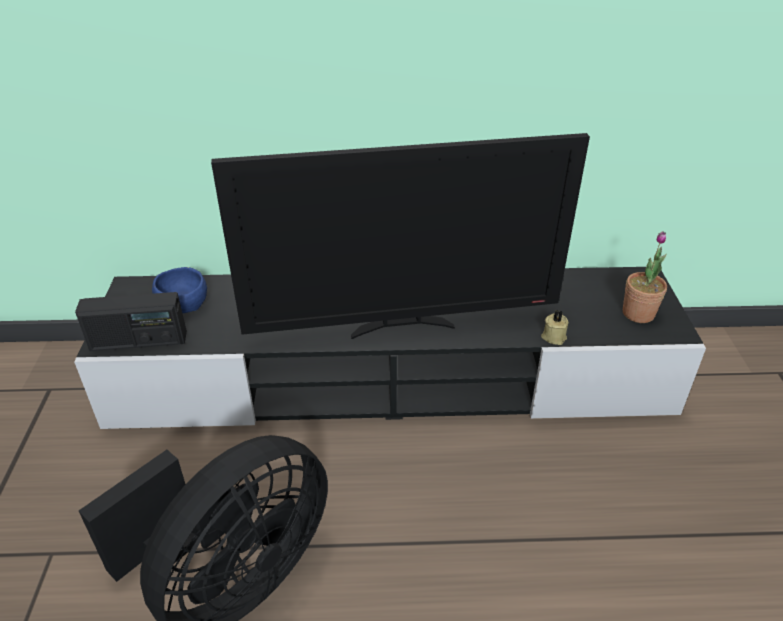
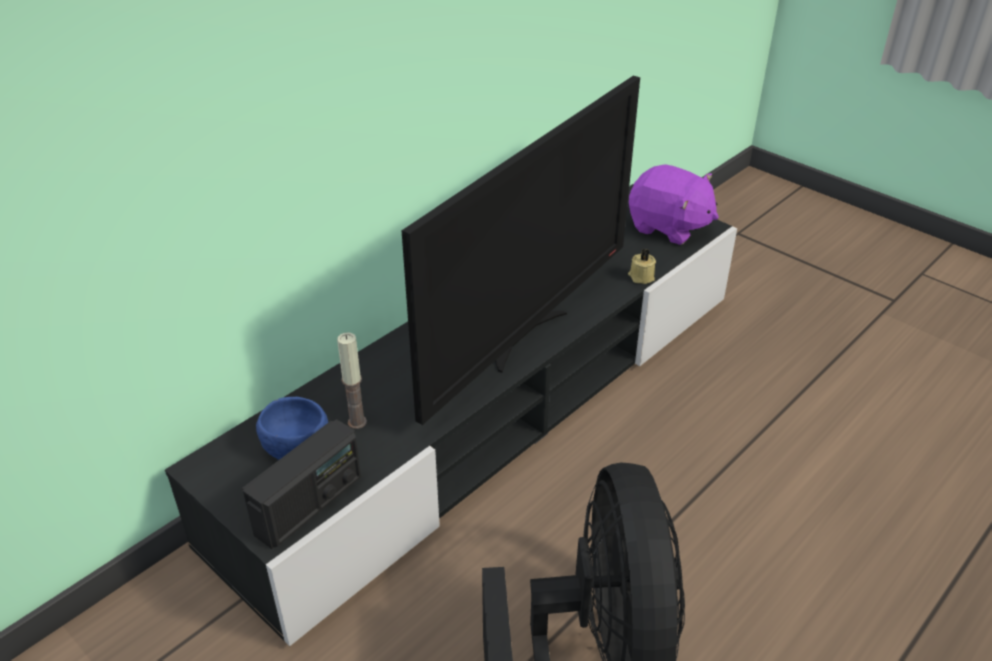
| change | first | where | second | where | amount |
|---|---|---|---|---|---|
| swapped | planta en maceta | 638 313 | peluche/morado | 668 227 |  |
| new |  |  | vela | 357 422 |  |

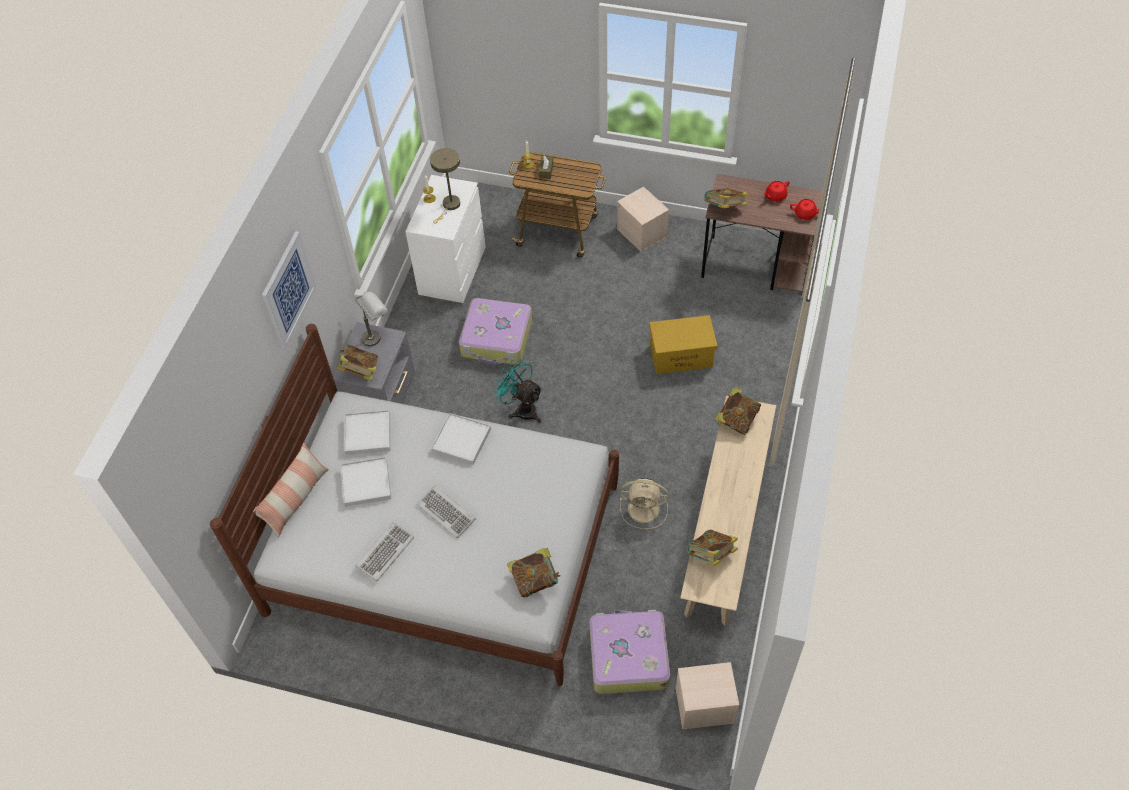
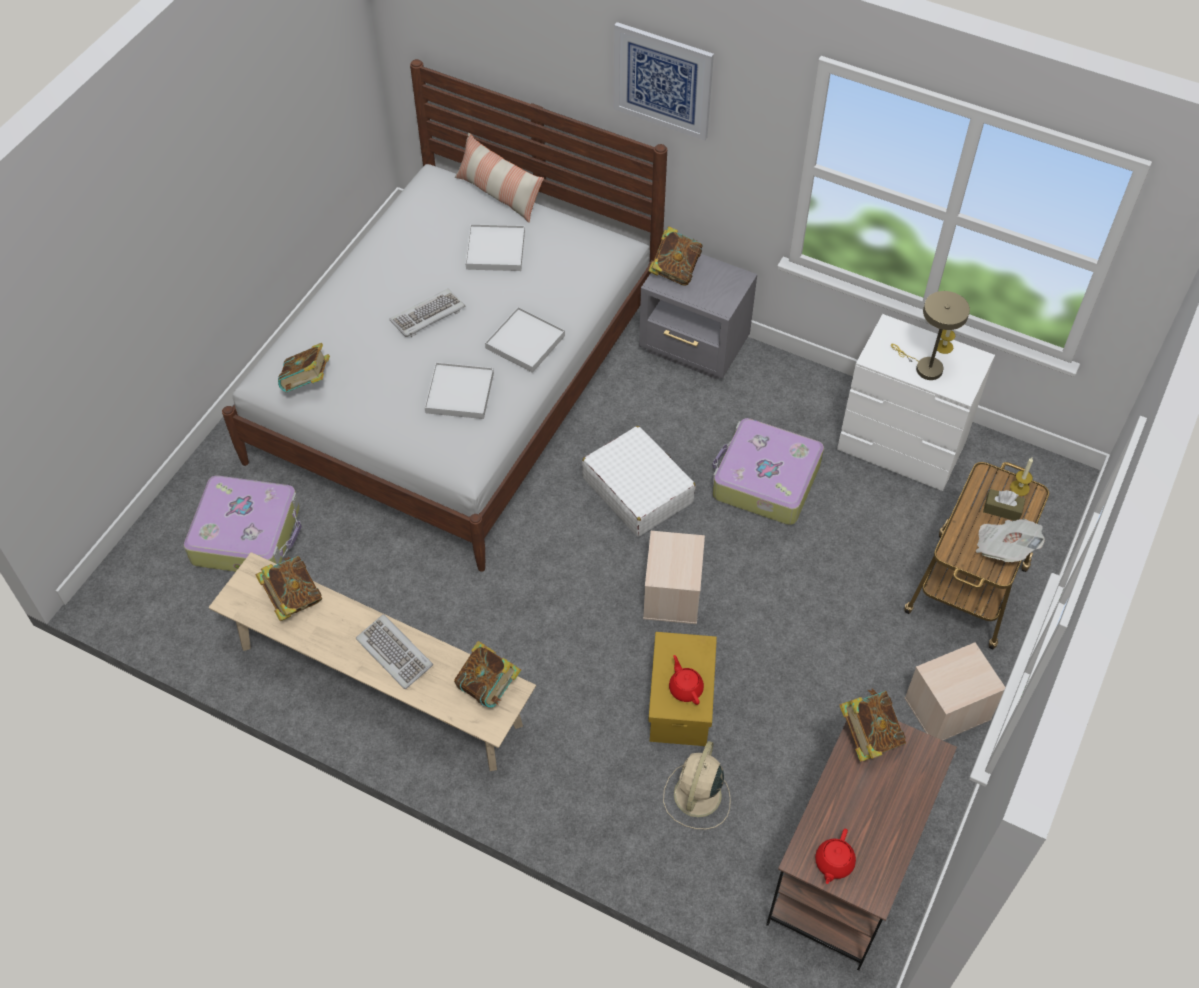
| change | first | where | second | where | amount |
|---|---|---|---|---|---|
| shifted | tetera/rojo | 775 196 |  | 685 688 |  |
| gone | lámpara de mesa/gris | 376 335 |  |  |  |
| swapped | ventilador/turquesa | 522 409 | maleta/blanco | 637 490 |  |
| shifted | bandeja/blanco | 367 434 |  | 459 393 |  |
| shifted | ventilador/beis | 645 509 |  | 696 797 |  |
| shifted | teclado | 384 552 |  | 395 653 |  |
| shifted | caja de almacenaje/beis | 704 706 |  | 671 593 |  |
| new |  |  | periódico | 1004 548 |  |

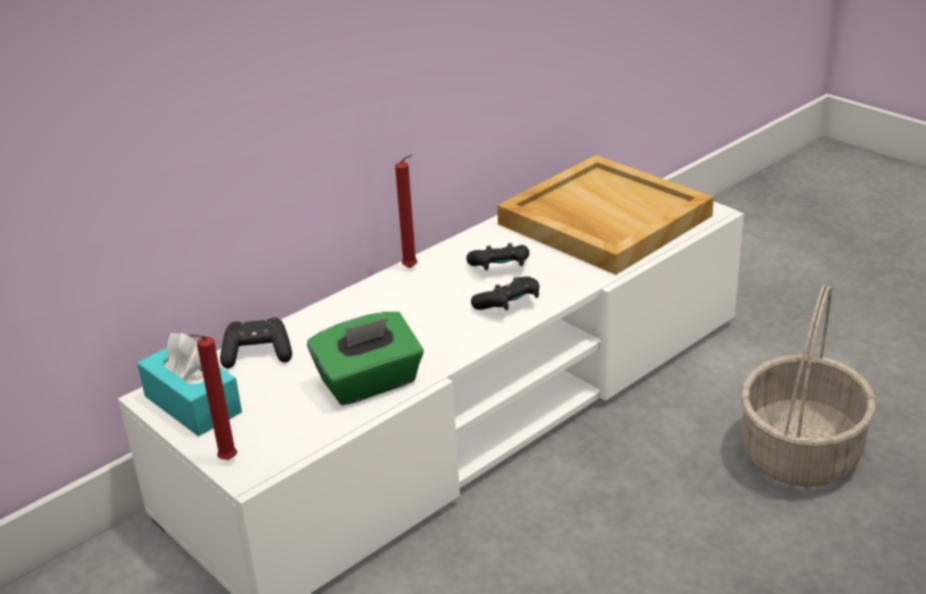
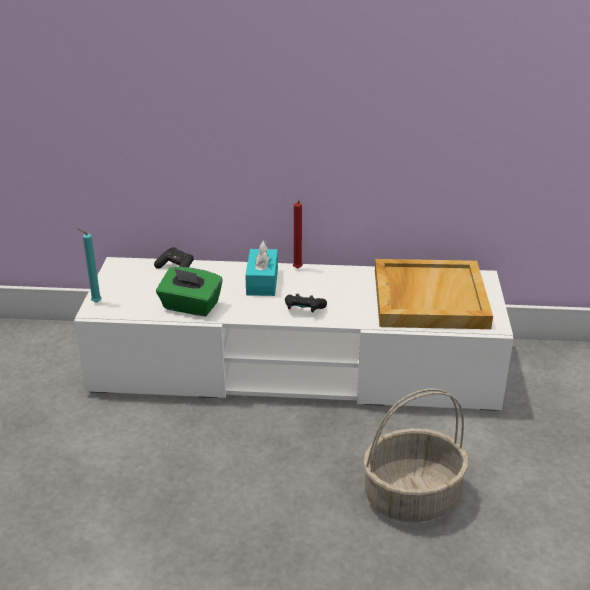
| change | first | where | second | where | amount |
|---|---|---|---|---|---|
| gone | mando de consola/negro | 500 268 |  |  |  |
| shifted | caja de pañuelos/turquesa | 193 404 |  | 262 282 |  |
| repainted | vela/rojo | 225 461 | vela/turquesa | 94 302 |  |

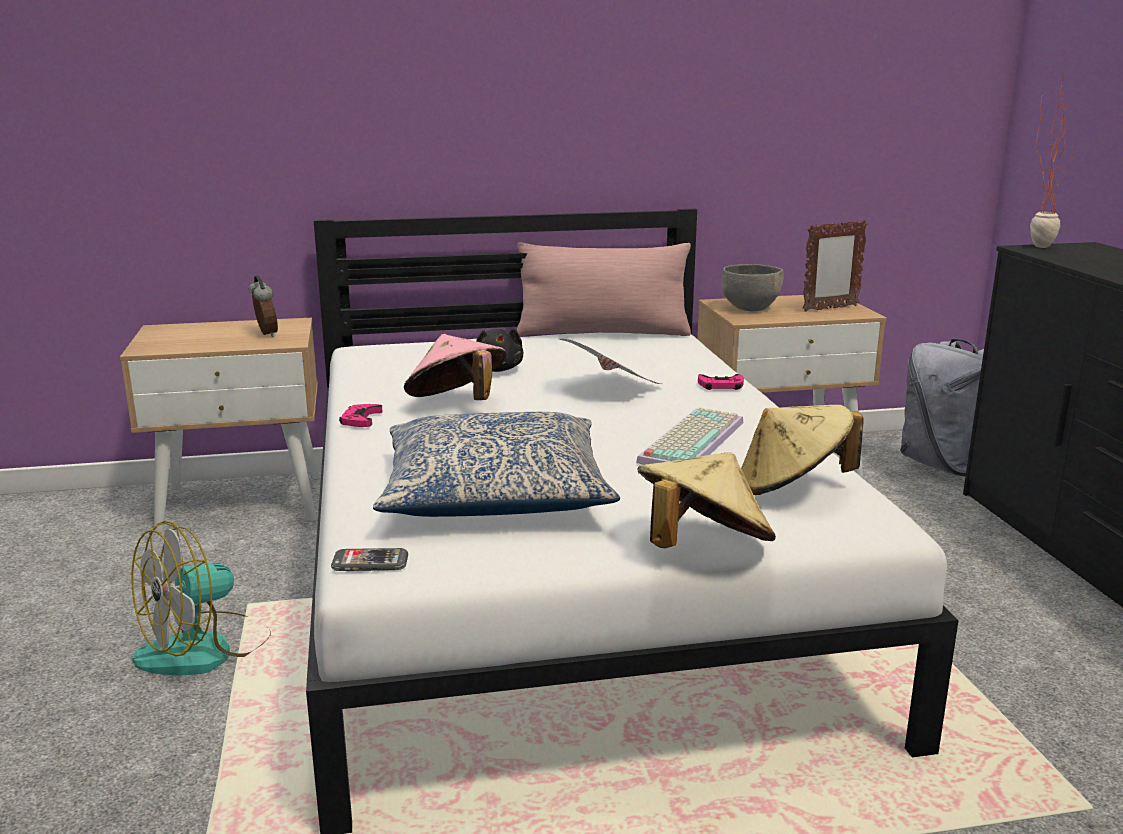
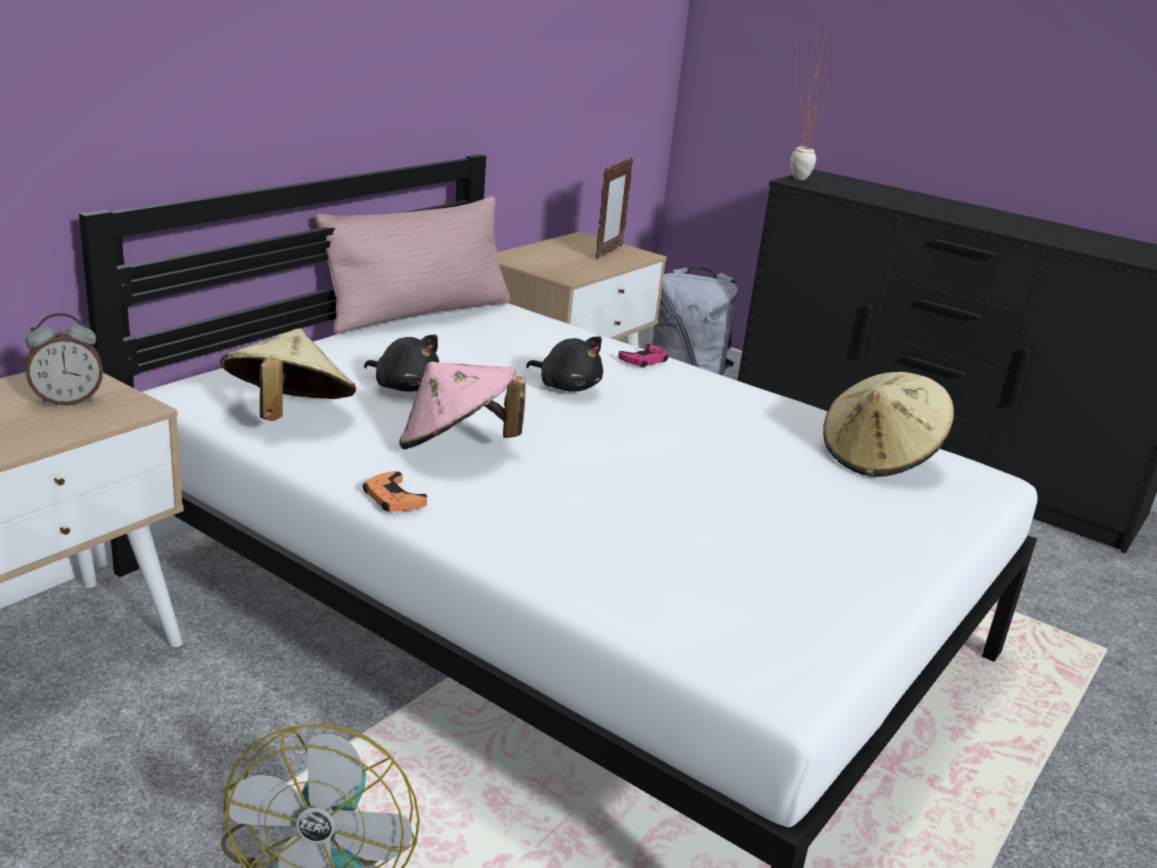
| change | first | where | second | where | amount |
|---|---|---|---|---|---|
| gone | cuenco/gris | 750 308 |  |  |  |
| rotated | despertador | 265 334 |  | 68 401 | 135 degrees clockwise |
| swapped | periódico | 611 388 | peluche/negro | 567 386 |  |
| repainted | mando de consola/rosa | 360 420 | mando de consola/naranja | 393 498 |  |
| gone | teclado | 690 440 |  |  |  |
| gone | cojín | 494 493 |  |  |  |
| shifted | sombrero/beis | 701 547 |  | 288 416 |  |
| gone | móvil | 370 562 |  |  |  |

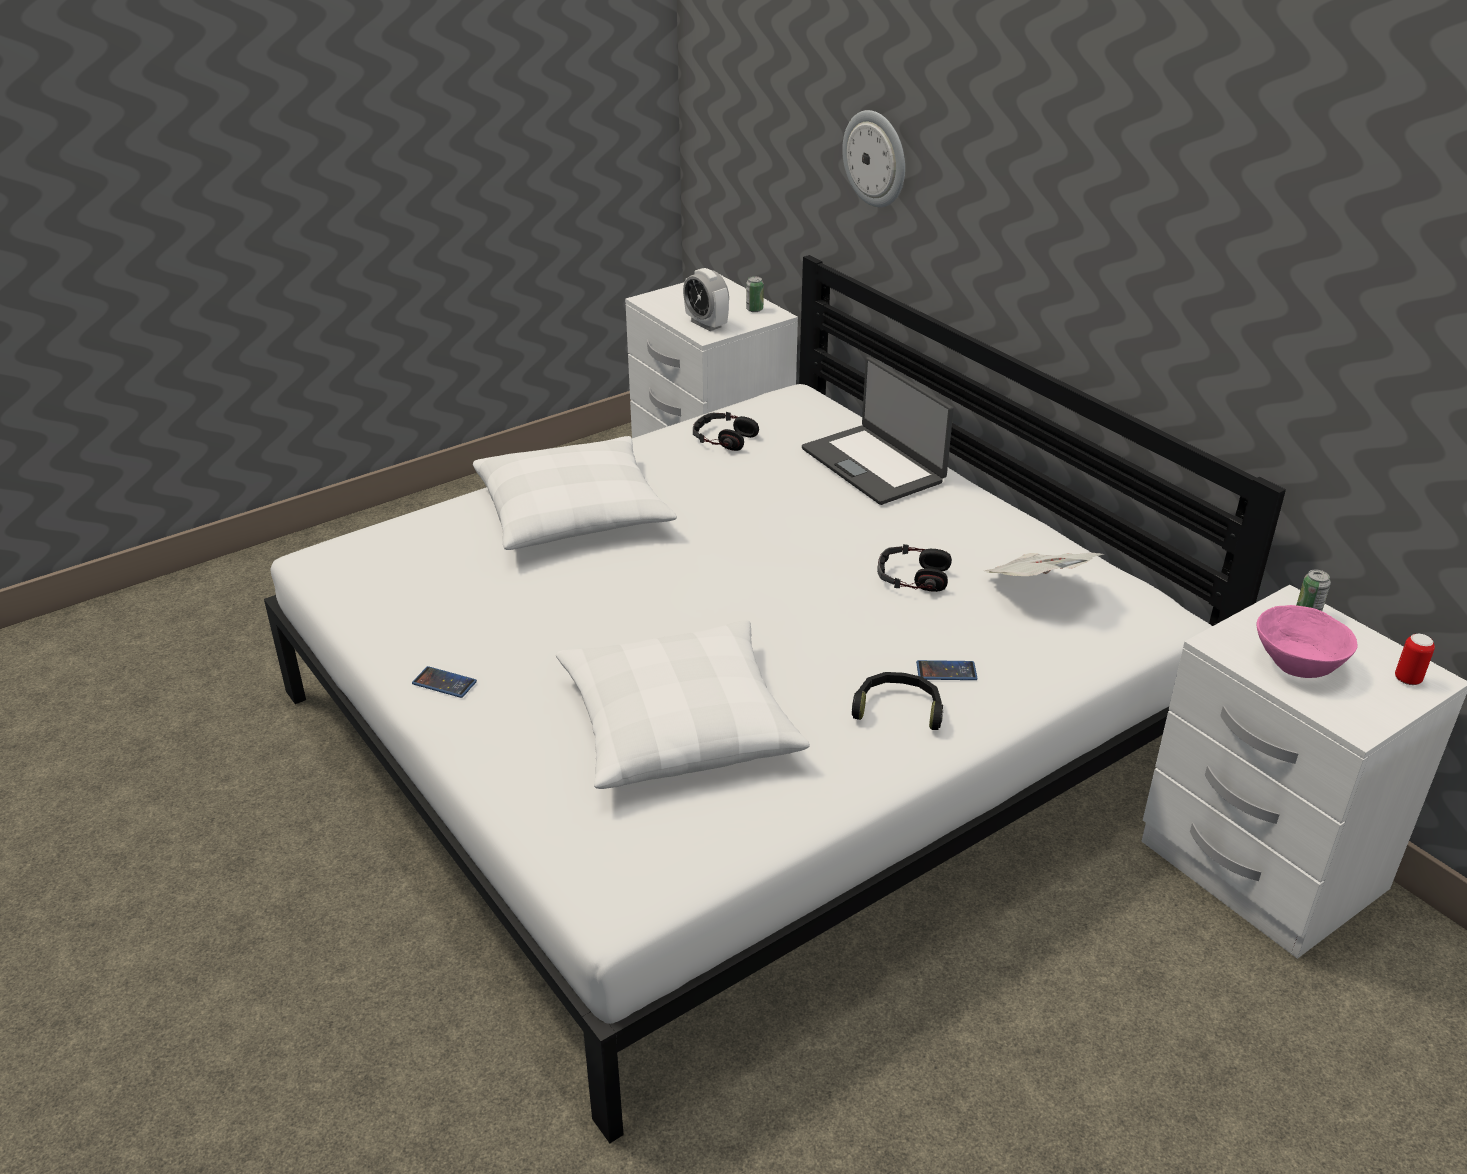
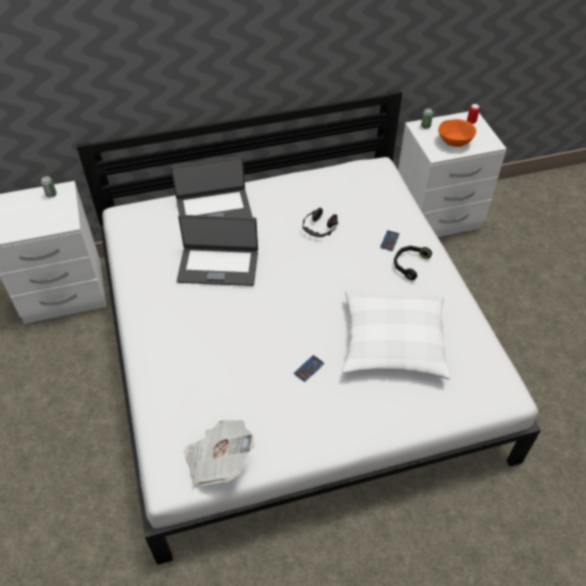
| change | first | where | second | where | amount |
|---|---|---|---|---|---|
| gone | reloj de pared | 876 158 |  |  |  |
| gone | despertador | 706 324 |  |  |  |
| gone | auriculares | 724 438 |  |  |  |
| gone | cojín/blanco | 573 512 |  |  |  |
| shifted | periódico | 1038 587 |  | 218 460 |  |
| repainted | cuenco/rosa | 1298 664 | cuenco/naranja | 455 141 |  |
| shifted | móvil | 444 683 |  | 309 368 |  |
| new |  |  | portátil | 218 266 |  |

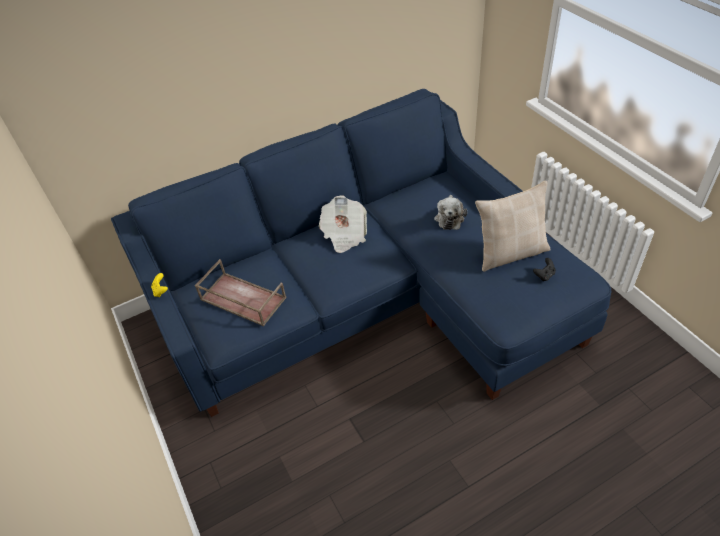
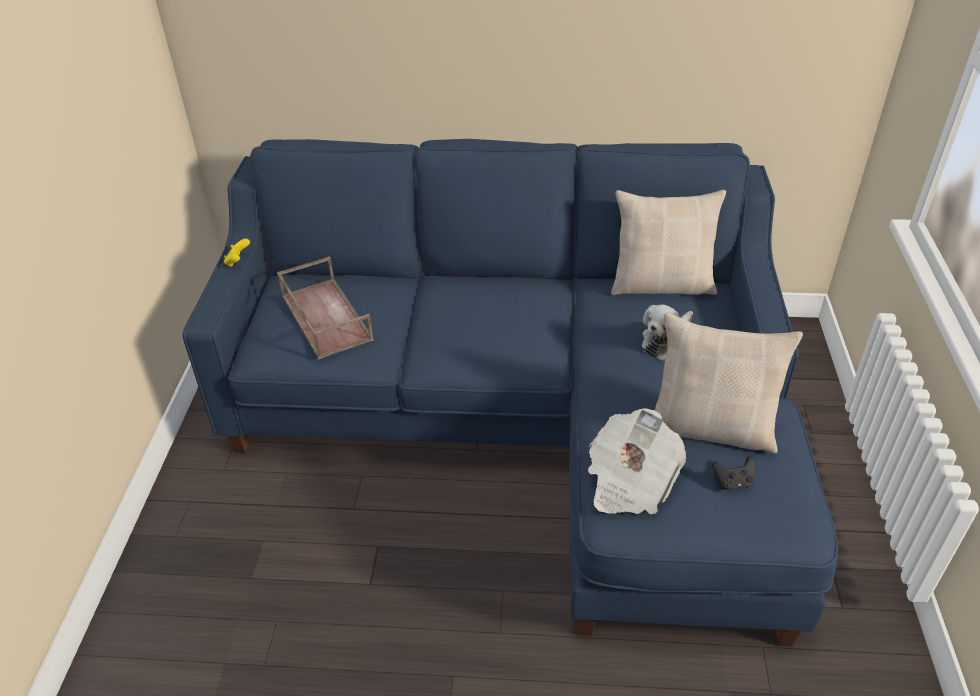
| change | first | where | second | where | amount |
|---|---|---|---|---|---|
| shifted | periódico | 344 234 |  | 629 481 |  |
| new |  |  | cojín/beis | 661 284 |  |

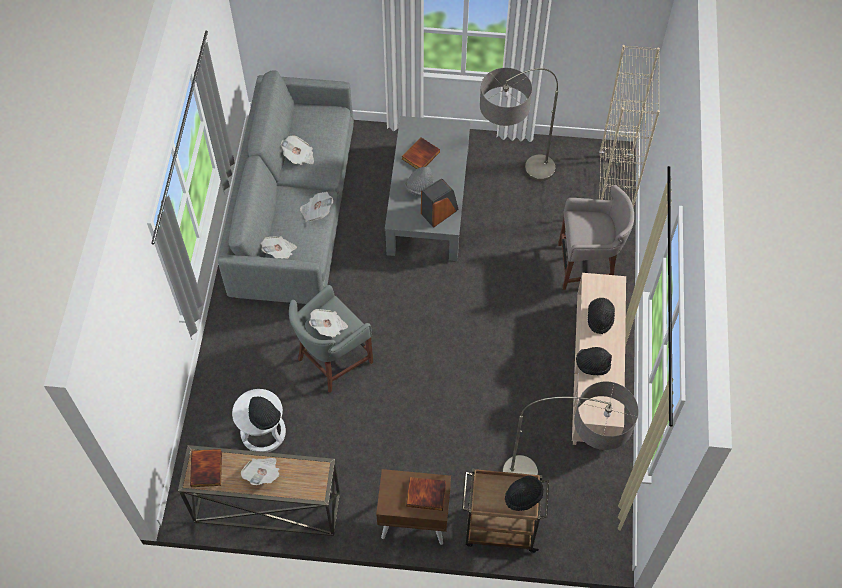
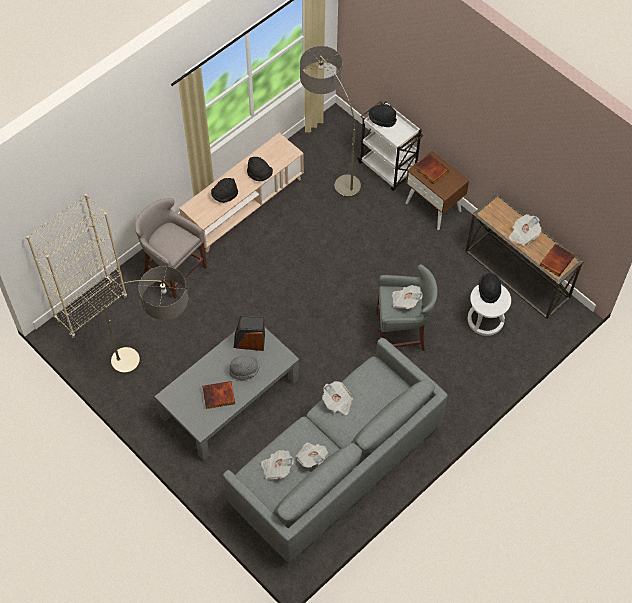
| change | first | where | second | where | amount |
|---|---|---|---|---|---|
| shifted | periódico | 279 252 |  | 276 468 |  |
| repainted | carrito/marrón | 499 528 | carrito/blanco | 388 169 |  |

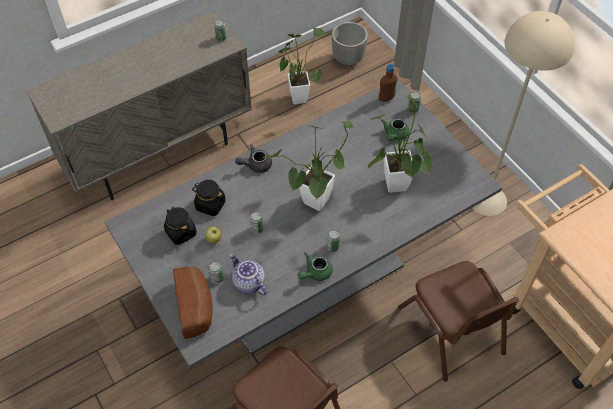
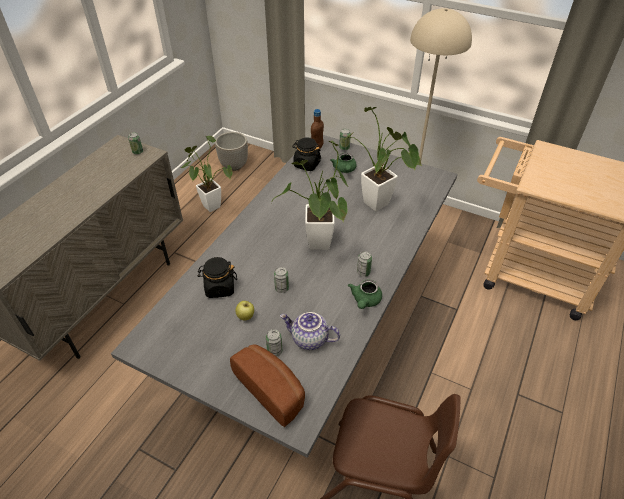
| change | first | where | second | where | amount |
|---|---|---|---|---|---|
| gone | tetera/gris | 255 165 |  |  |  |
| shifted | tarro/negro | 181 232 |  | 306 164 |  |
| gone | silla/marrón | 451 330 |  |  |  |

